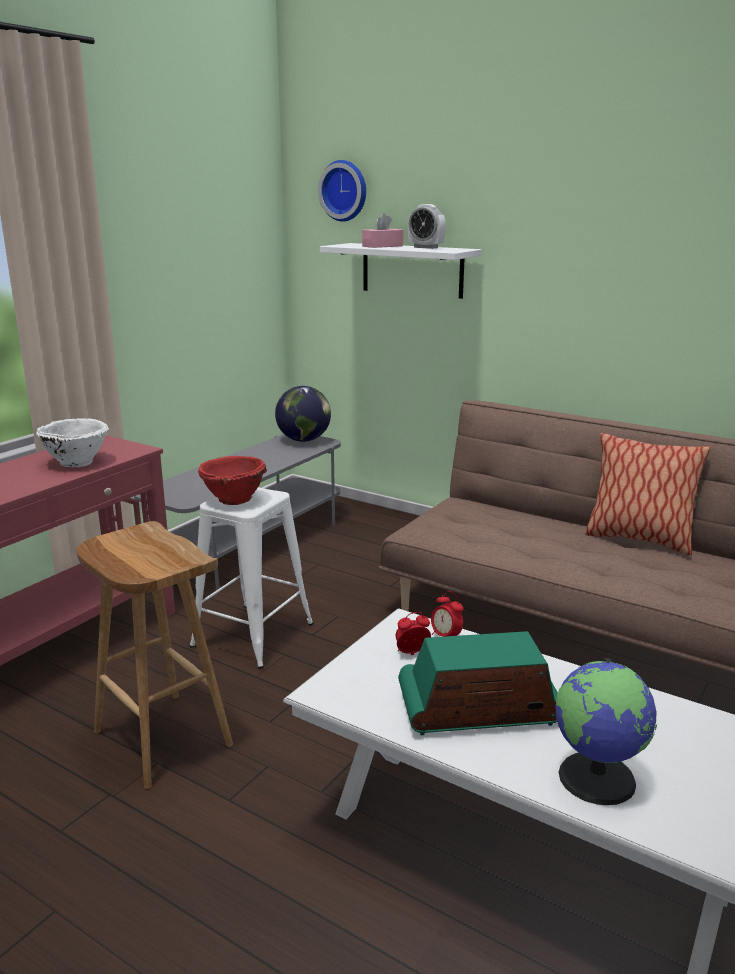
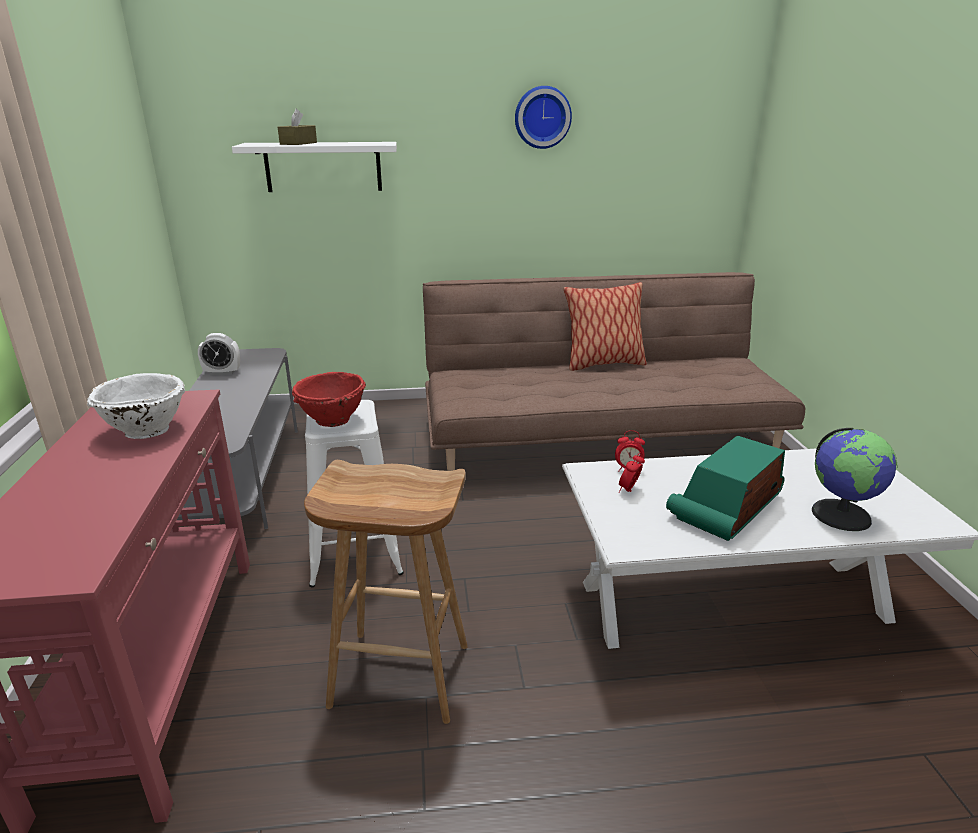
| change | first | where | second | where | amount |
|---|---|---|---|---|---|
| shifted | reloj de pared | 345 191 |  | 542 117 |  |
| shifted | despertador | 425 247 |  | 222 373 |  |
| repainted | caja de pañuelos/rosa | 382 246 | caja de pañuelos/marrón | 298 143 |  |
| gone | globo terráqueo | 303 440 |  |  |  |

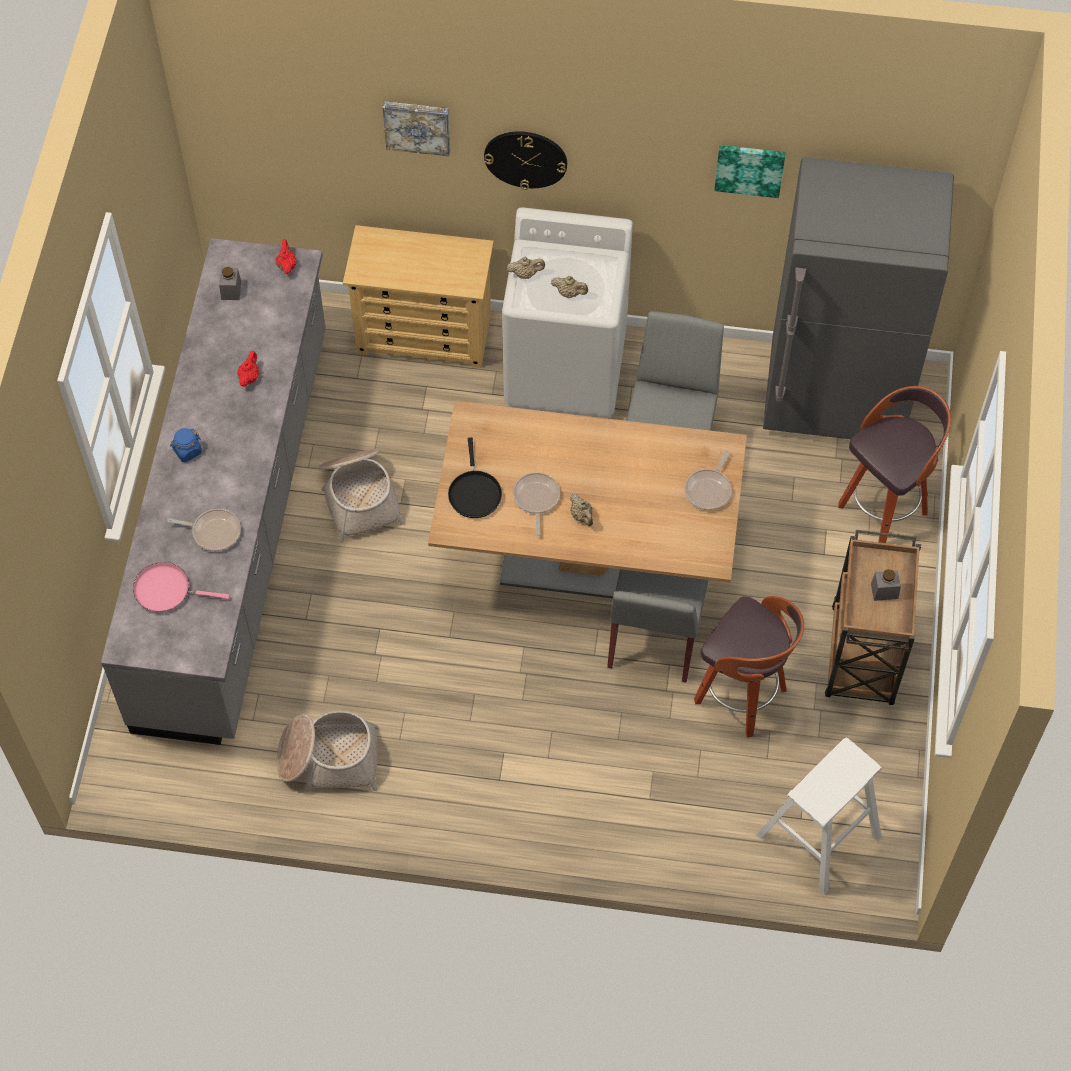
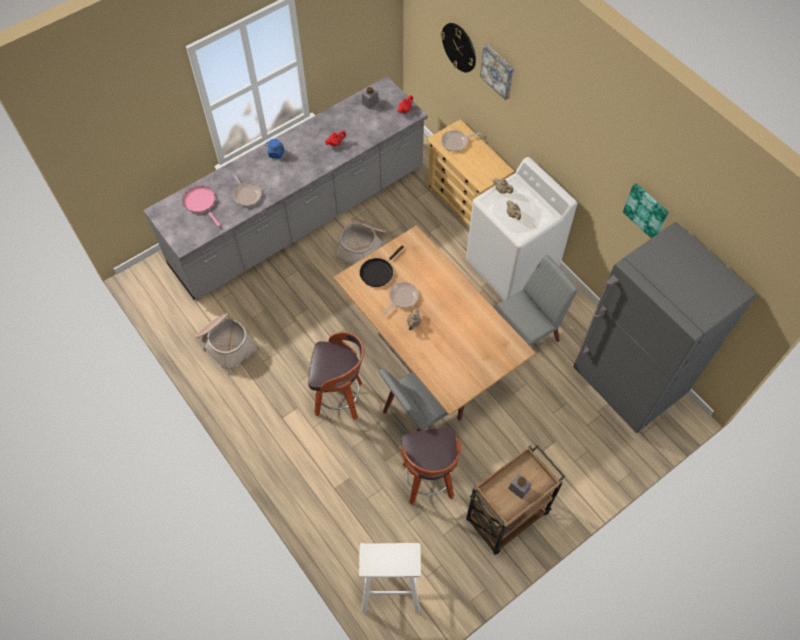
| change | first | where | second | where | amount |
|---|---|---|---|---|---|
| shifted | reloj de pared | 525 158 |  | 459 47 |  |
| shifted | taburete | 884 508 |  | 340 398 |  |
| shifted | sartén | 709 489 |  | 456 142 |  |

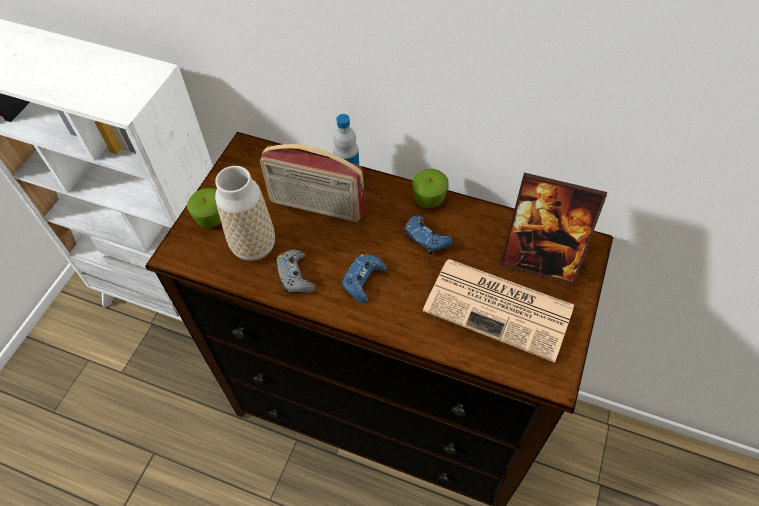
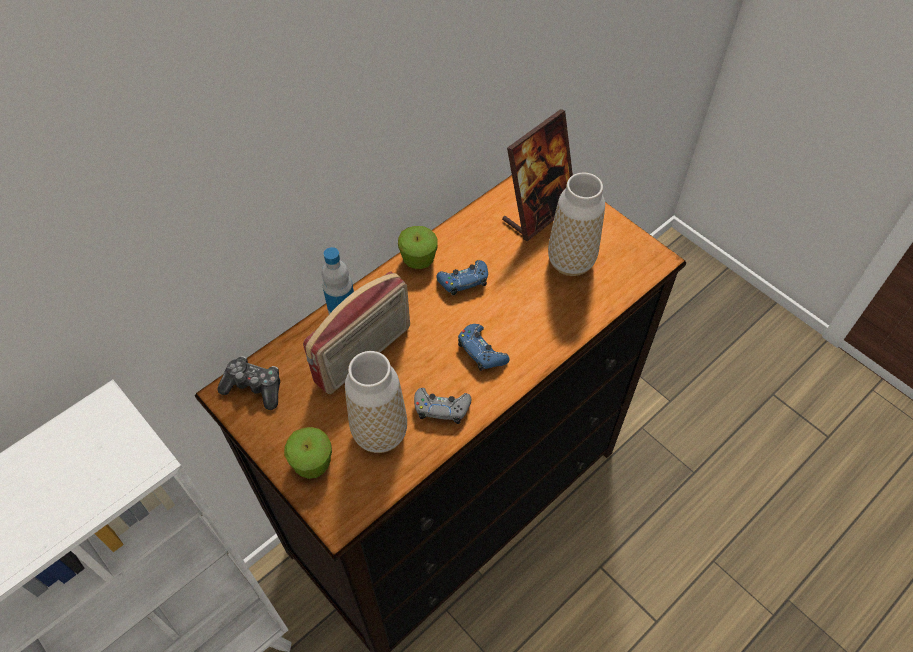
| change | first | where | second | where | amount |
|---|---|---|---|---|---|
| swapped | periódico | 501 308 | florero | 570 262 |  |
| new |  |  | mando de consola | 254 387 |  |

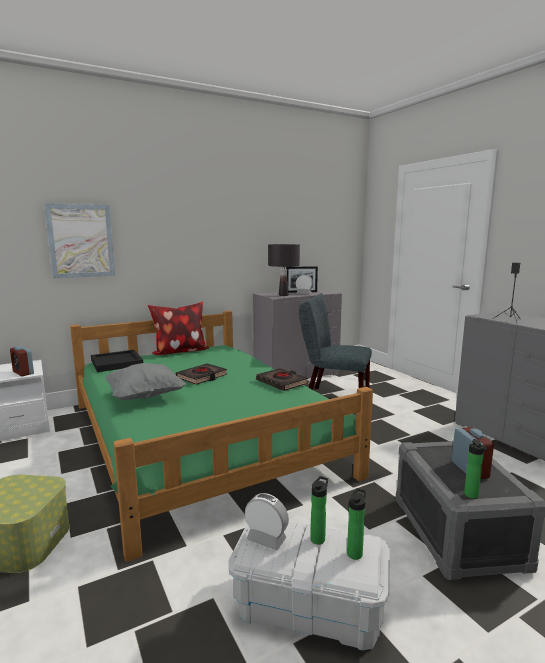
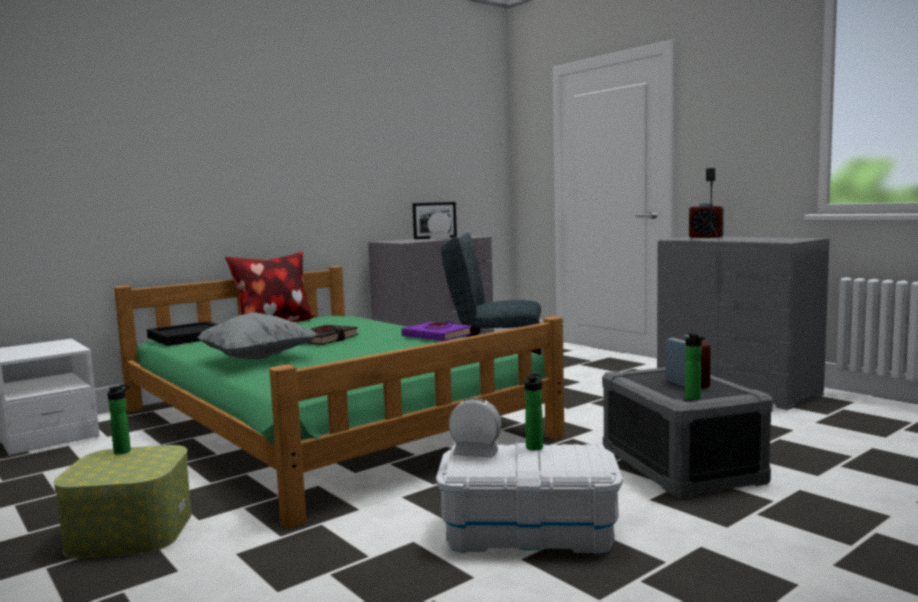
| change | first | where | second | where | amount |
|---|---|---|---|---|---|
| gone | cuadro | 81 241 |  |  |  |
| gone | lámpara de mesa/negro | 283 295 |  |  |  |
| shifted | despertador | 23 373 |  | 706 237 |  |
| repainted | libro/negro | 282 382 | libro/morado | 437 336 |  |
| shifted | botella | 355 552 |  | 124 451 |  |

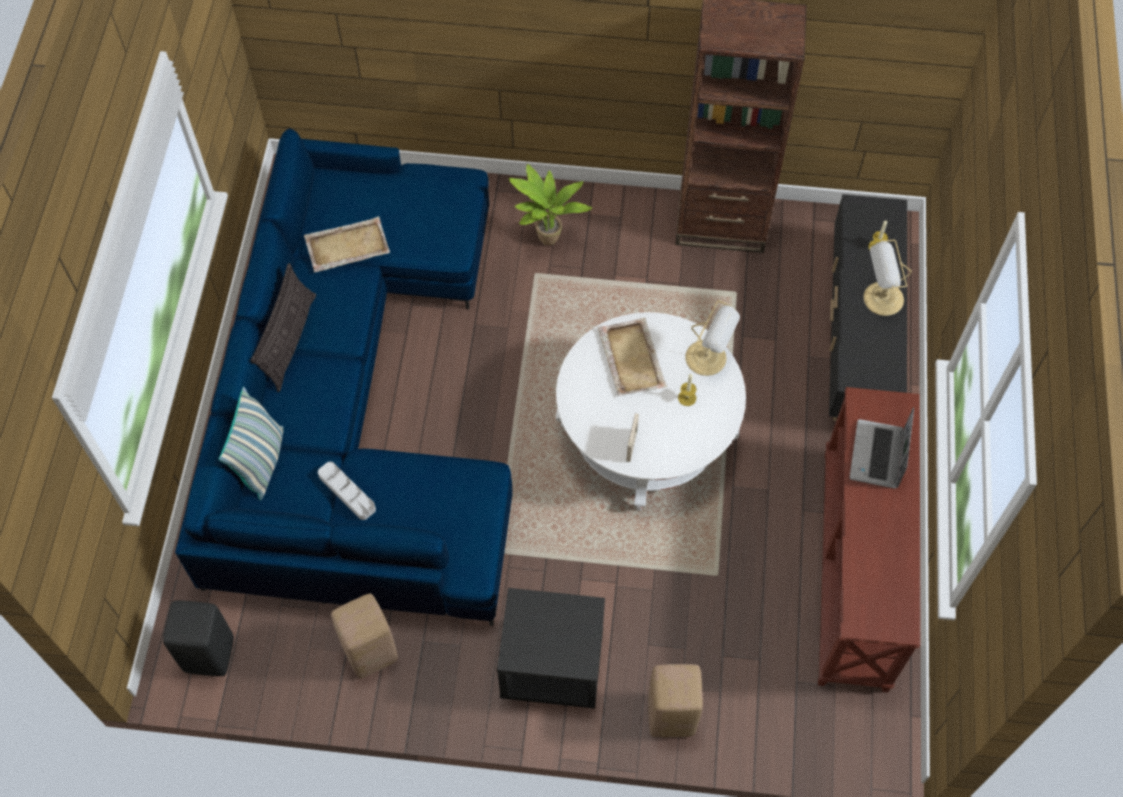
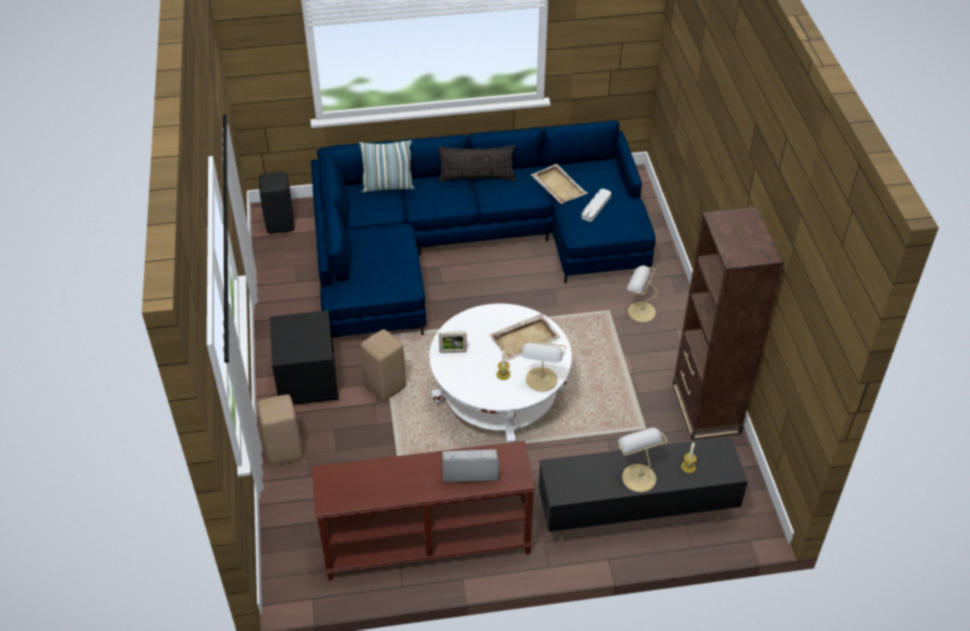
| change | first | where | second | where | amount |
|---|---|---|---|---|---|
| swapped | planta en maceta | 547 241 | lámpara de mesa | 640 311 |  |
| shifted | bandeja/gris | 347 492 |  | 596 207 |  |
| shifted | taburete/beis | 370 653 |  | 384 387 |  |

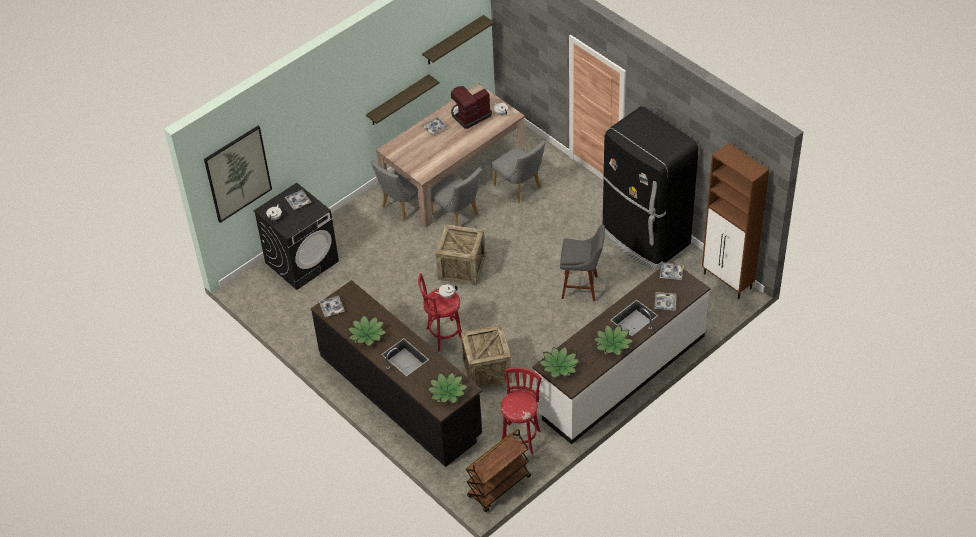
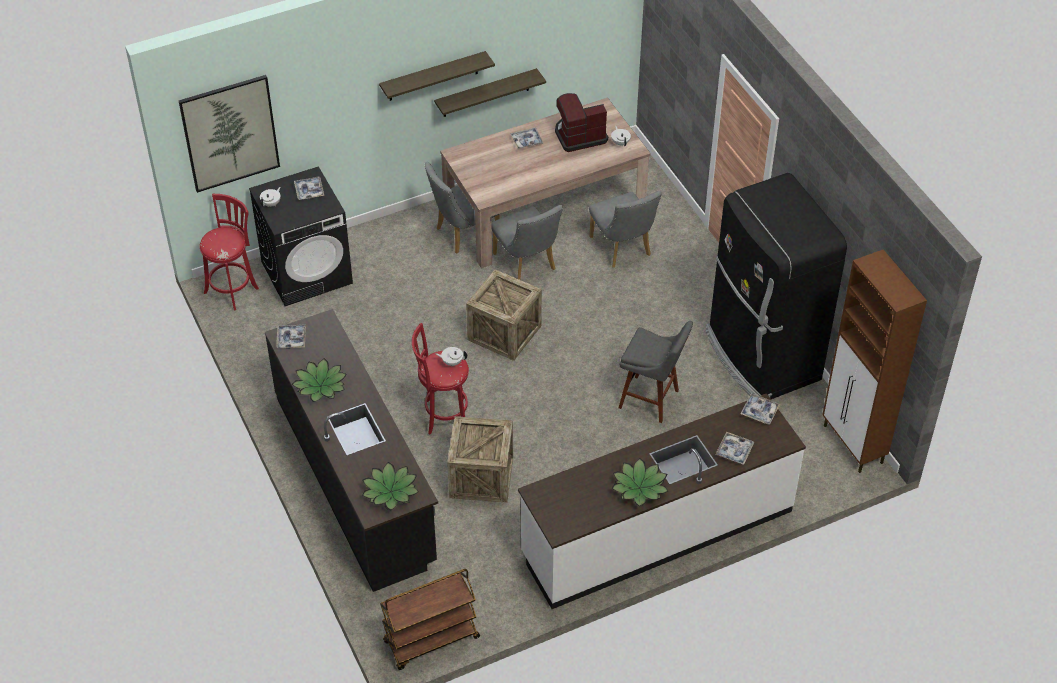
| change | first | where | second | where | amount |
|---|---|---|---|---|---|
| shifted | estante | 453 41 |  | 433 76 |  |
| gone | planta en maceta | 559 366 |  |  |  |
| shifted | taburete/rojo | 521 437 |  | 233 289 |  |

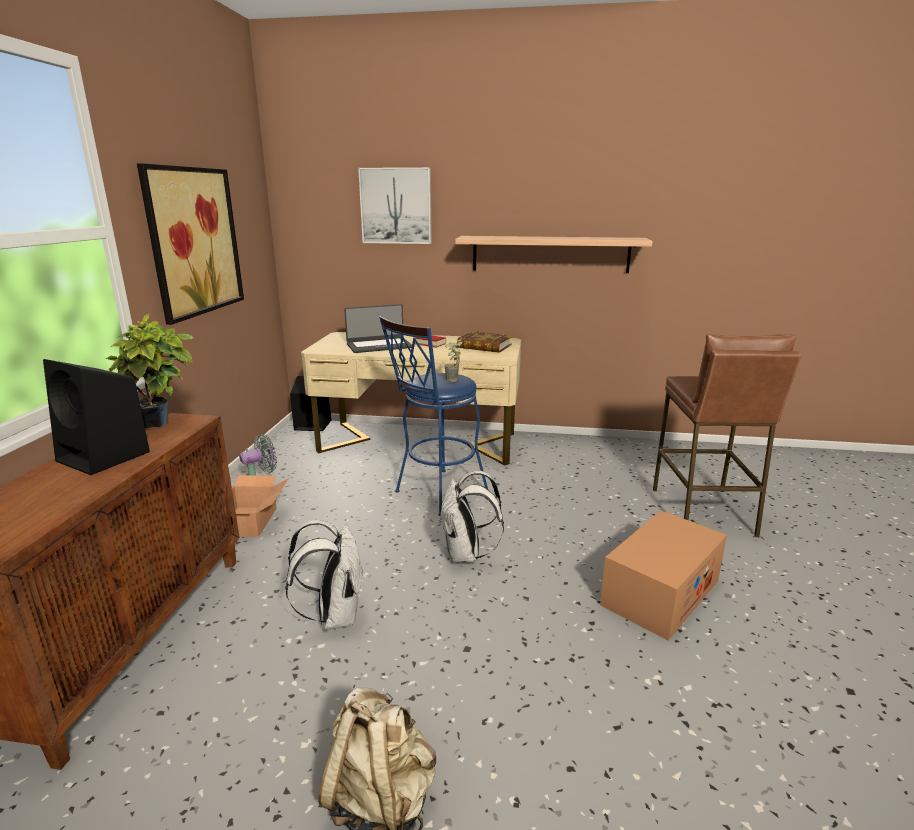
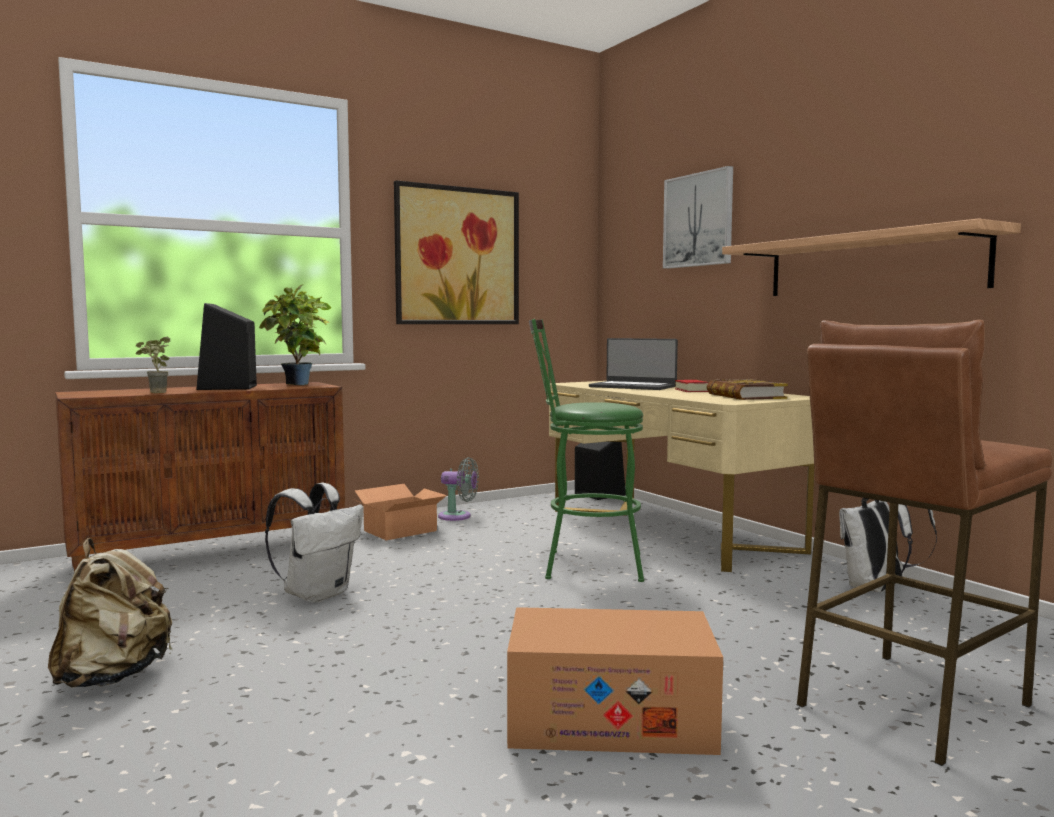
| change | first | where | second | where | amount |
|---|---|---|---|---|---|
| repainted | taburete/azul | 436 494 | taburete/verde | 583 565 |  |
| shifted | planta en maceta | 453 381 |  | 154 393 |  |
| shifted | mochila/blanco | 466 555 |  | 877 589 |  |

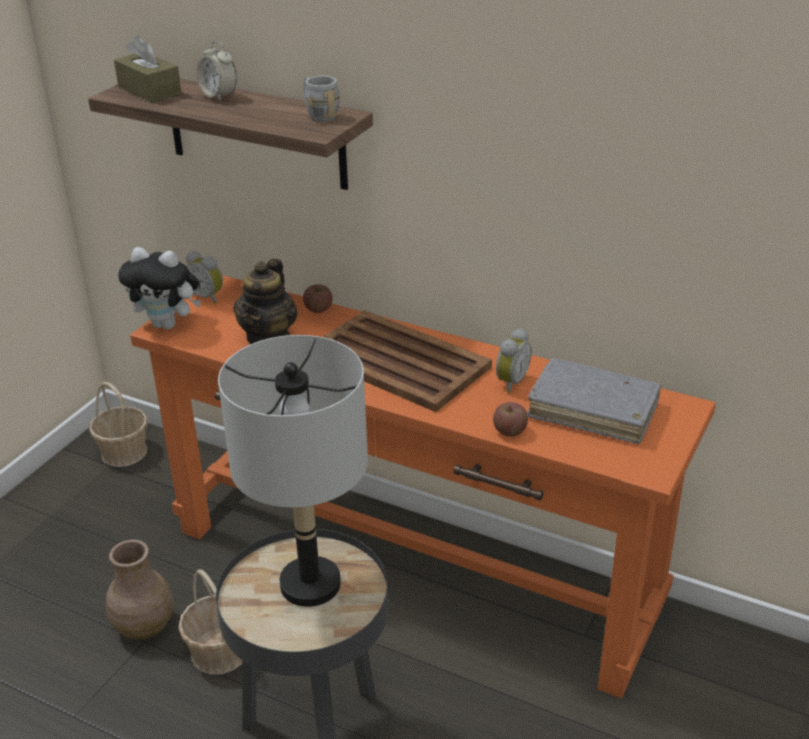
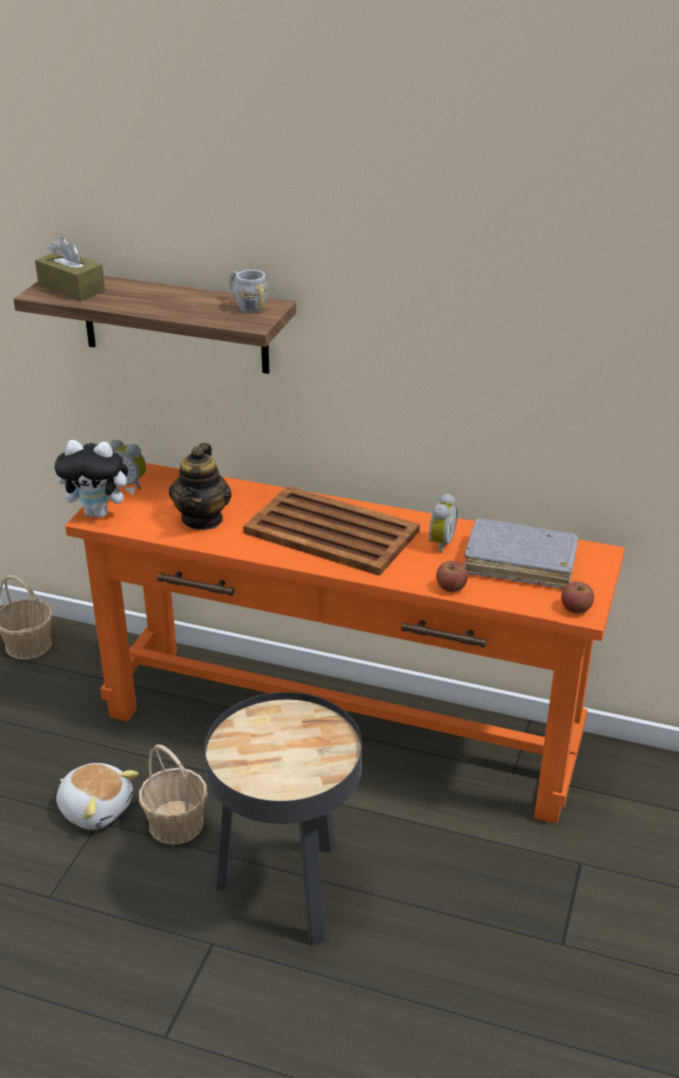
| change | first | where | second | where | amount |
|---|---|---|---|---|---|
| gone | despertador | 218 96 |  |  |  |
| shifted | manzana | 318 309 |  | 576 608 |  |
| gone | lámpara de mesa/gris | 309 584 |  |  |  |
| swapped | florero/marrón | 144 626 | peluche | 96 808 |  |

